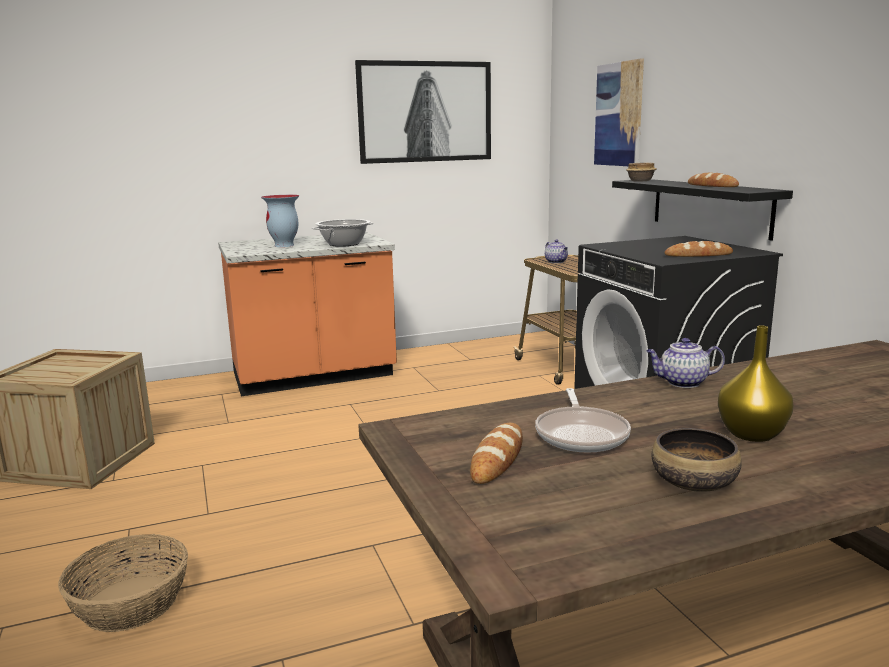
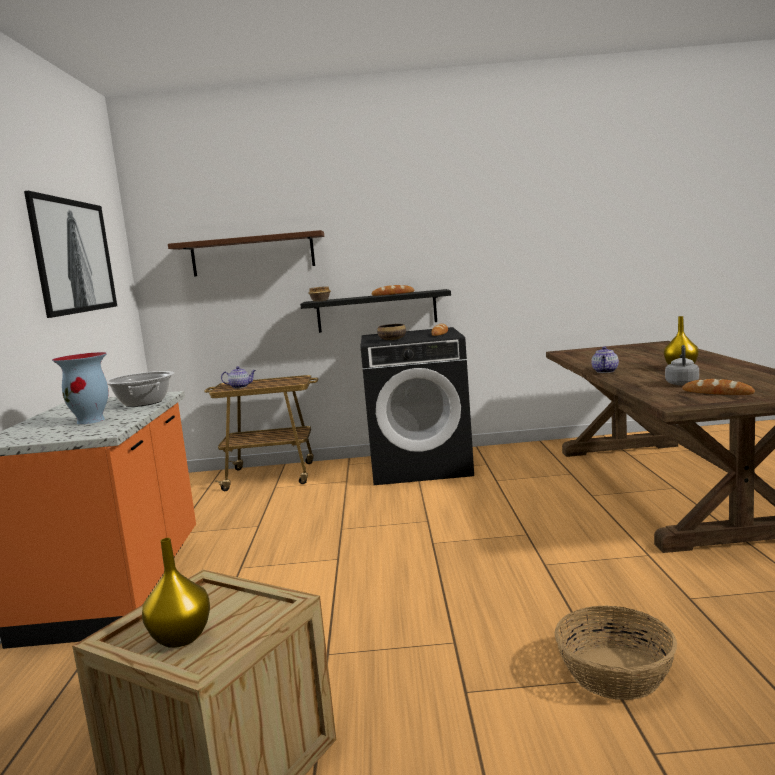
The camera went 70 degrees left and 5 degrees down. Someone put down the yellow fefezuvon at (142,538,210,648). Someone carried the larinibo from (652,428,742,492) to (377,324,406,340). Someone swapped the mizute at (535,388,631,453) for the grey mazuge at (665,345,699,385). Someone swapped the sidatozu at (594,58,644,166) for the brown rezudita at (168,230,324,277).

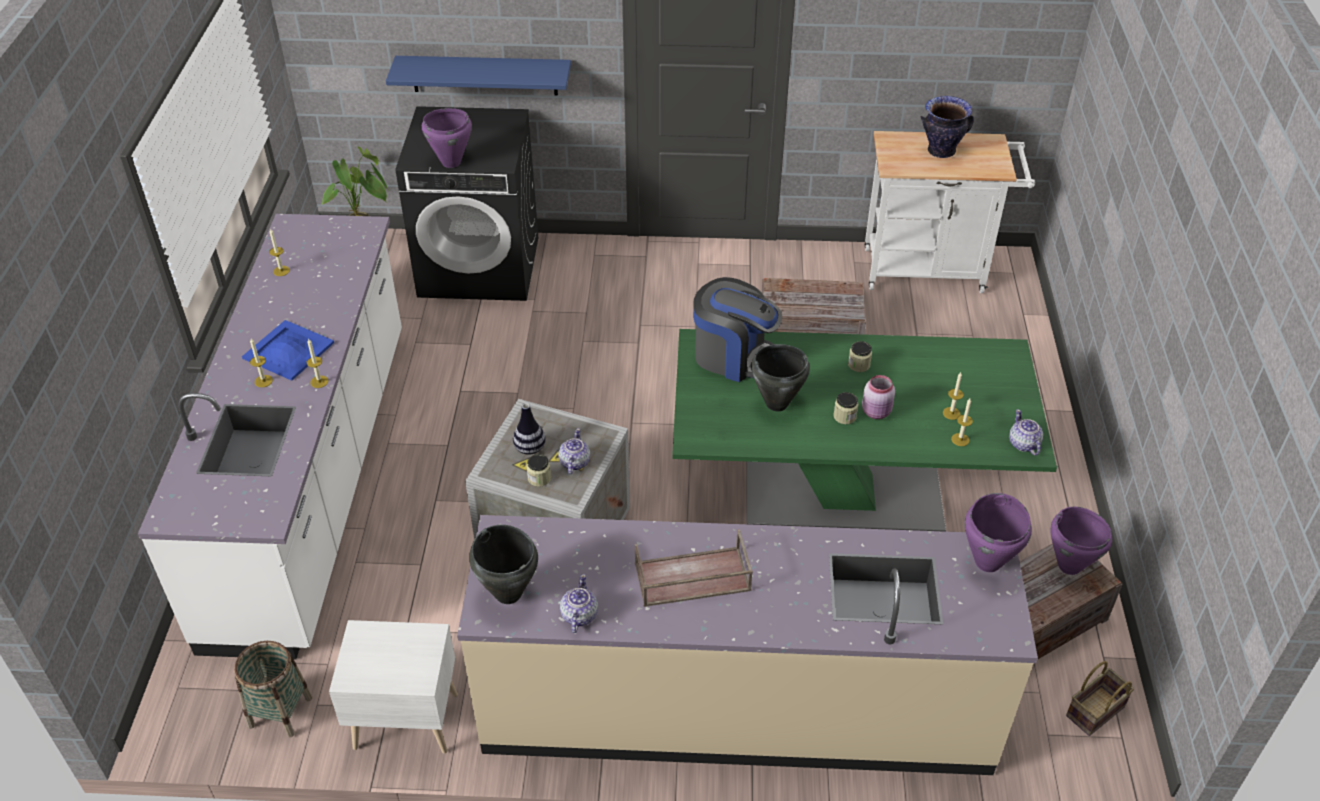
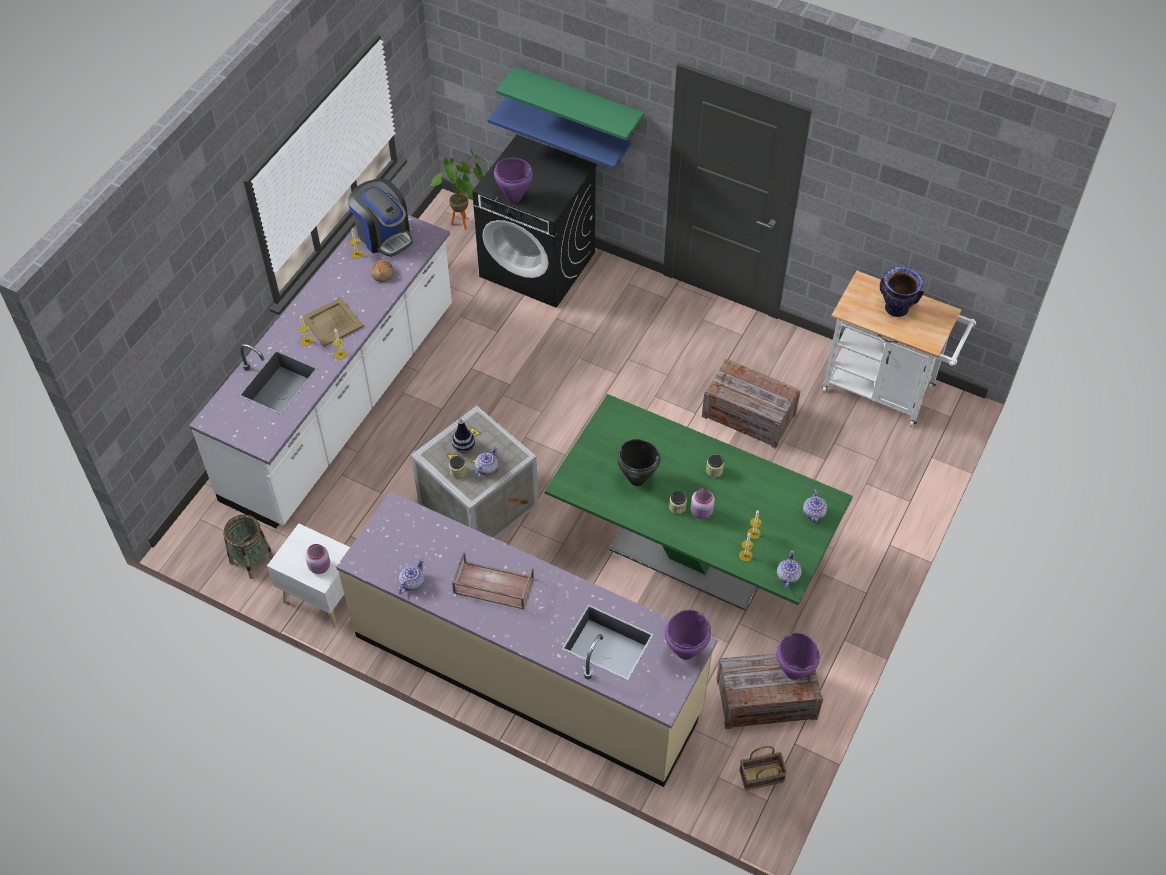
The camera went 25 degrees right and 10 degrees up. Someone took away the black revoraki at (469,525,538,604). Someone put down the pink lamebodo at (305,544,330,574). Someone put down the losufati at (371,260,394,282). Someone put up the green rezudita at (496,66,644,140). Someone put down the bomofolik at (803,489,827,523). Someone carried the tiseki from (693,277,782,382) to (348,179,413,257). Someone repainted the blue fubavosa at (242,320,334,381), which became the beige fubavosa at (303,297,364,347).

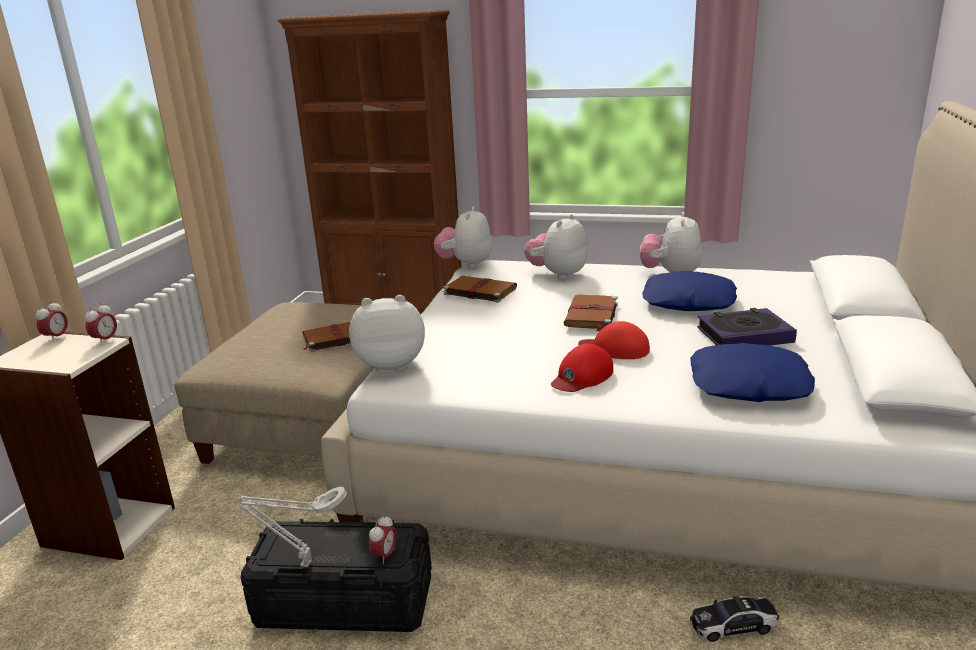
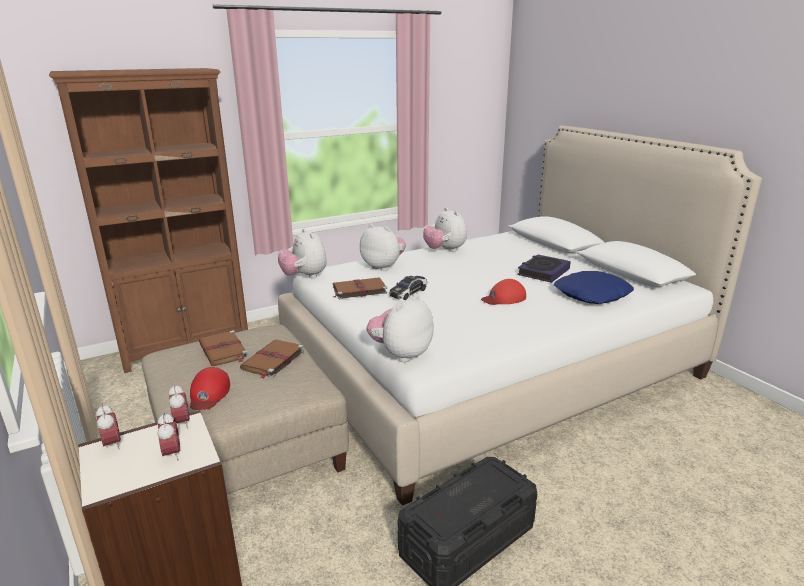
The camera went 45 degrees left and 0 degrees up. Someone took away the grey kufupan at (238,487,347,567). Someone took away the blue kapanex at (642,271,737,311). Someone carried the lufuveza from (369,515,397,564) to (157,412,180,460). Someone carried the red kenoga from (551,344,613,392) to (190,367,230,410). Someone carried the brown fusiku from (564,294,618,332) to (199,330,249,366). Someone carried the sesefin from (690,596,779,642) to (389,276,427,300). Someone rotated the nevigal at (524,214,588,280) by 135 degrees clockwise.

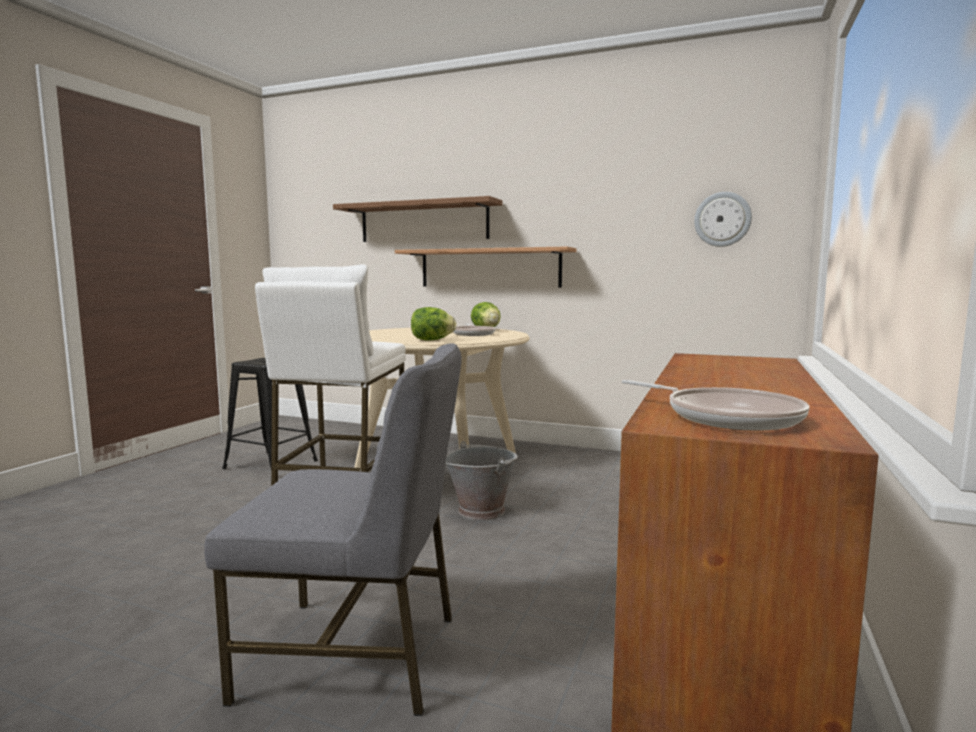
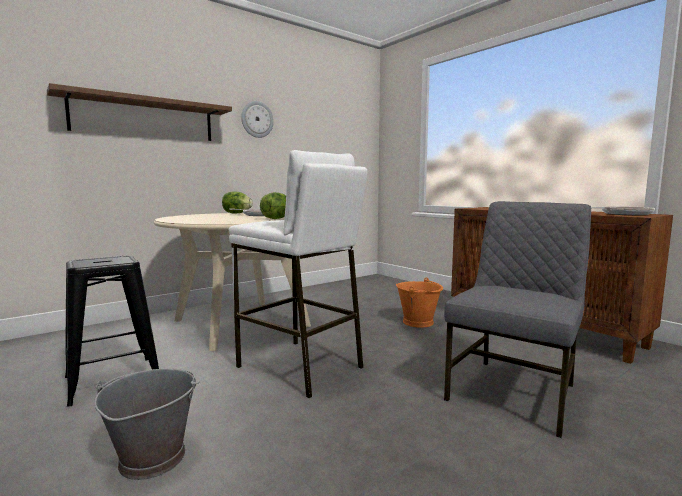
The camera went 60 degrees left and 0 degrees up. Someone took away the rezudita at (395,246,577,287). Someone put down the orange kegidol at (396,277,443,328). Someone carried the grey kegidol from (446,441,518,520) to (94,369,200,480). Someone carried the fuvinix from (694,192,752,247) to (241,101,274,138).

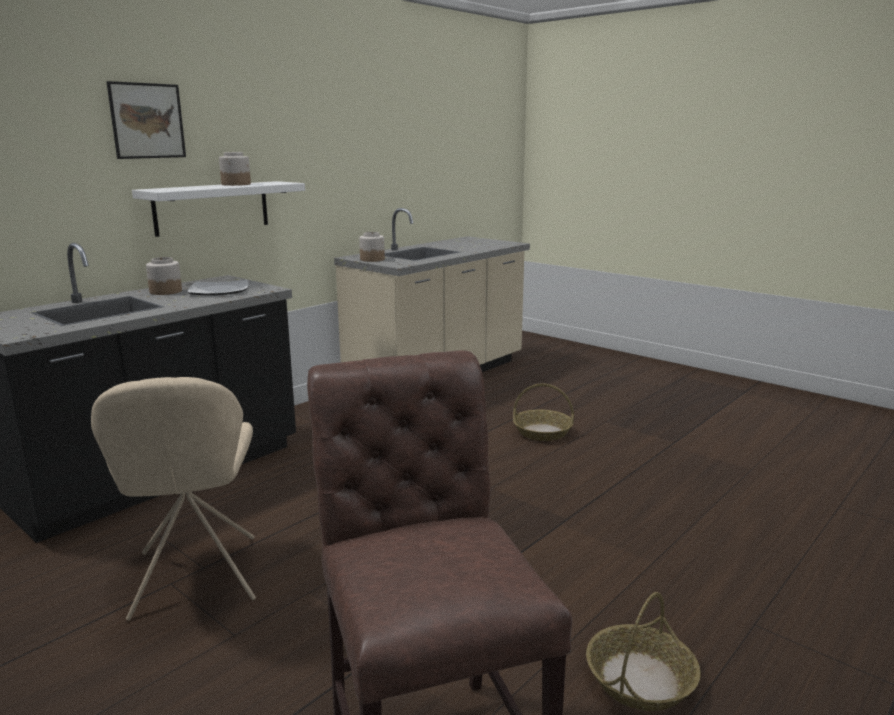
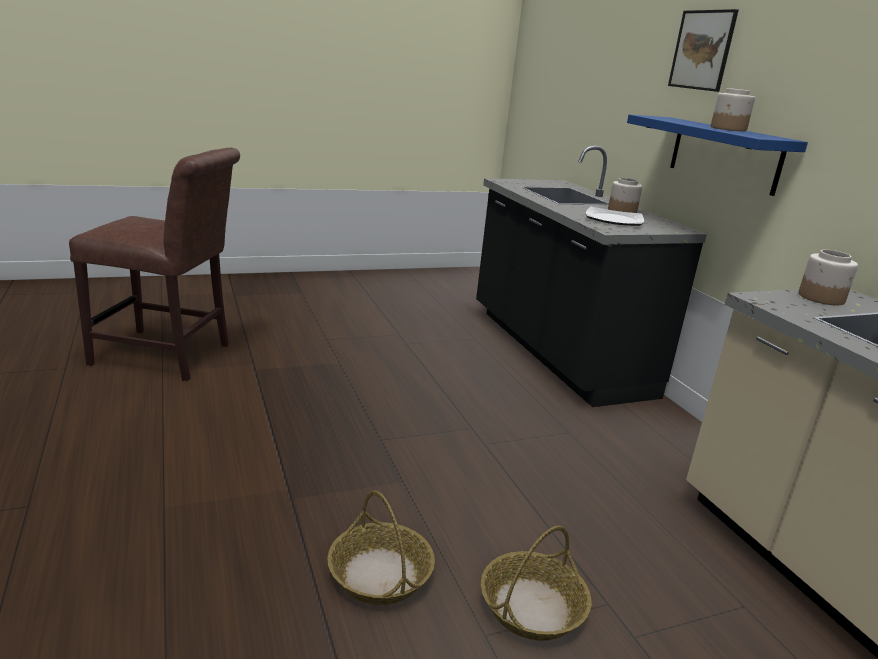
The camera went 115 degrees right and 5 degrees up. Someone took away the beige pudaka at (91,377,256,621). Someone carried the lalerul from (586,592,701,711) to (327,491,435,605). Someone repainted the white rezudita at (132,181,305,237), which became the blue rezudita at (627,114,808,196).

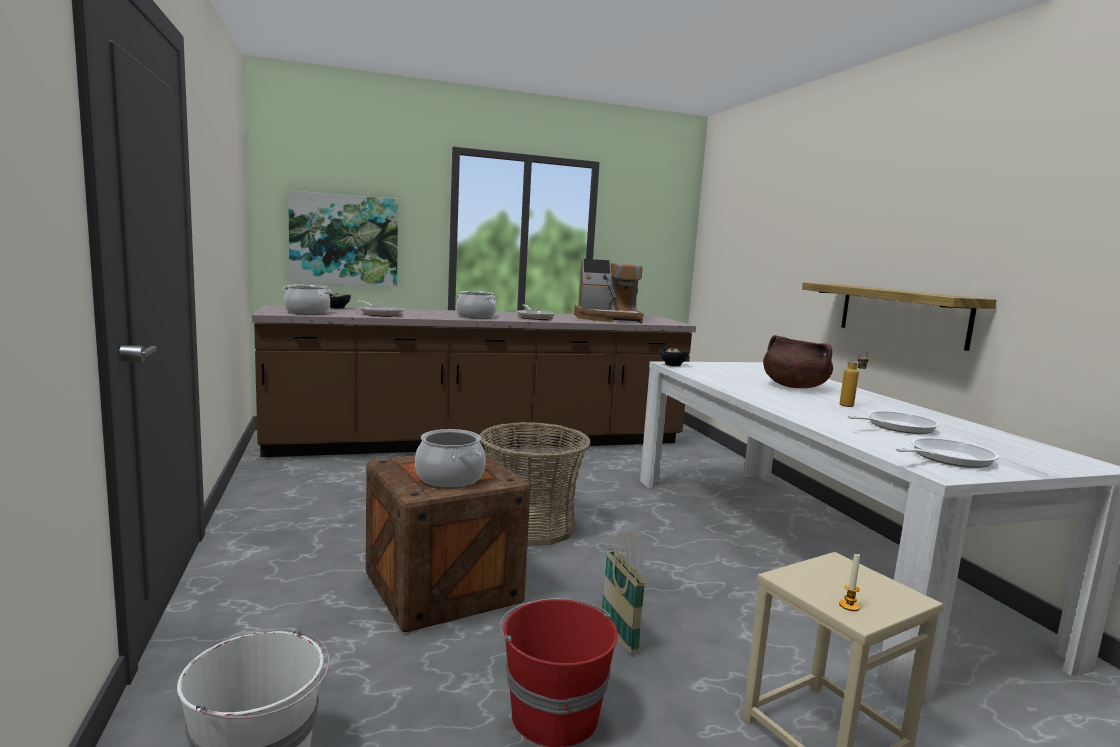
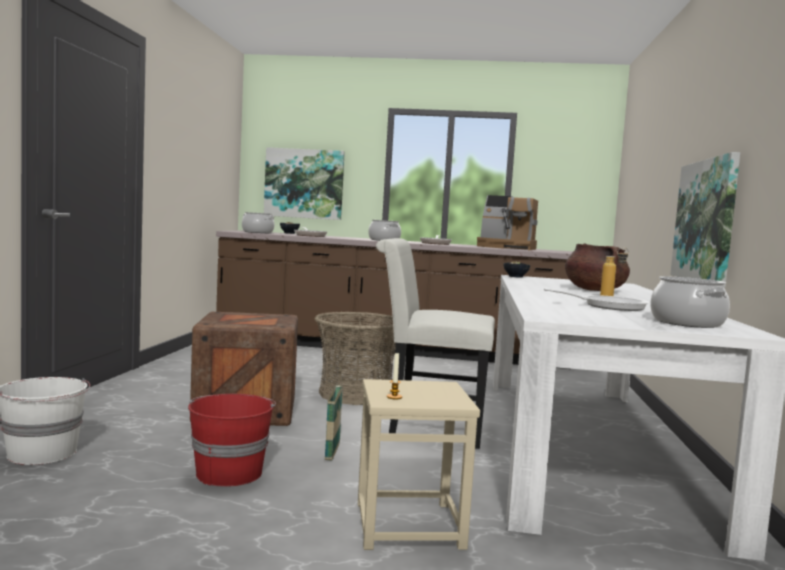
The camera went 25 degrees right and 5 degrees down. Someone took away the mizute at (896,437,999,468). Someone put down the white pudaka at (376,238,495,449). Someone carried the revoraki from (415,429,486,487) to (650,276,730,328). Someone swapped the rezudita at (802,282,996,351) for the sidatozu at (670,152,740,287).

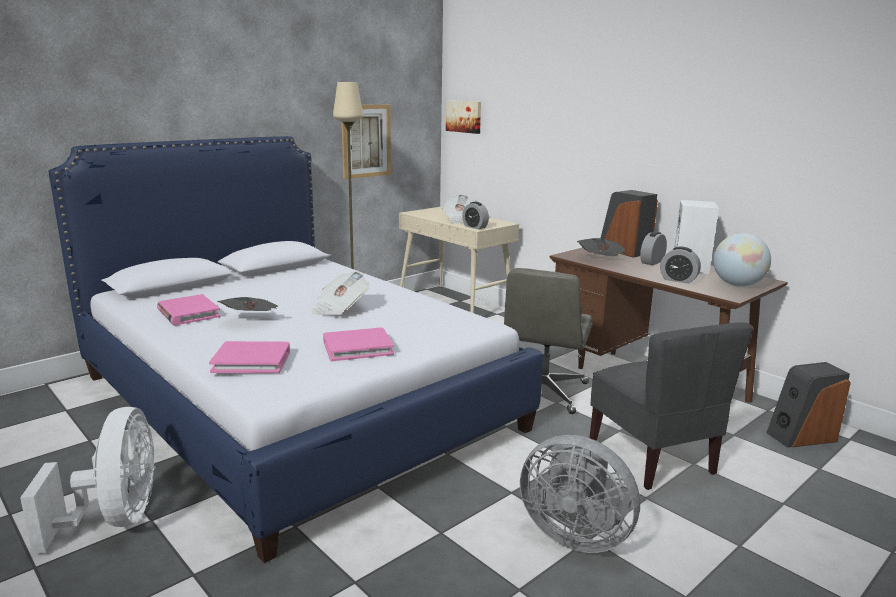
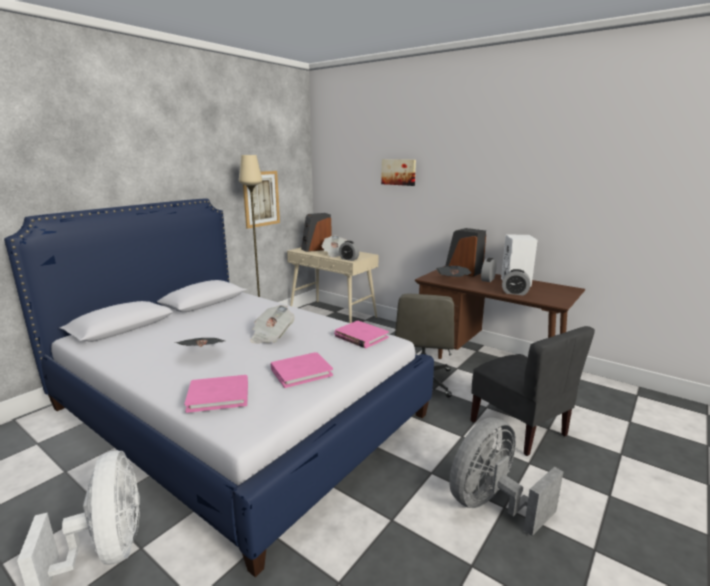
The camera went 10 degrees left and 0 degrees up. Someone took away the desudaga at (713,233,771,287). Someone carried the pink fusiku from (157,294,221,325) to (334,321,389,348). Someone carried the sidatozu from (446,100,481,134) to (381,159,416,186). Someone carried the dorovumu from (766,362,851,448) to (301,213,332,252). Someone rotated the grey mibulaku at (520,435,640,553) by 120 degrees clockwise.

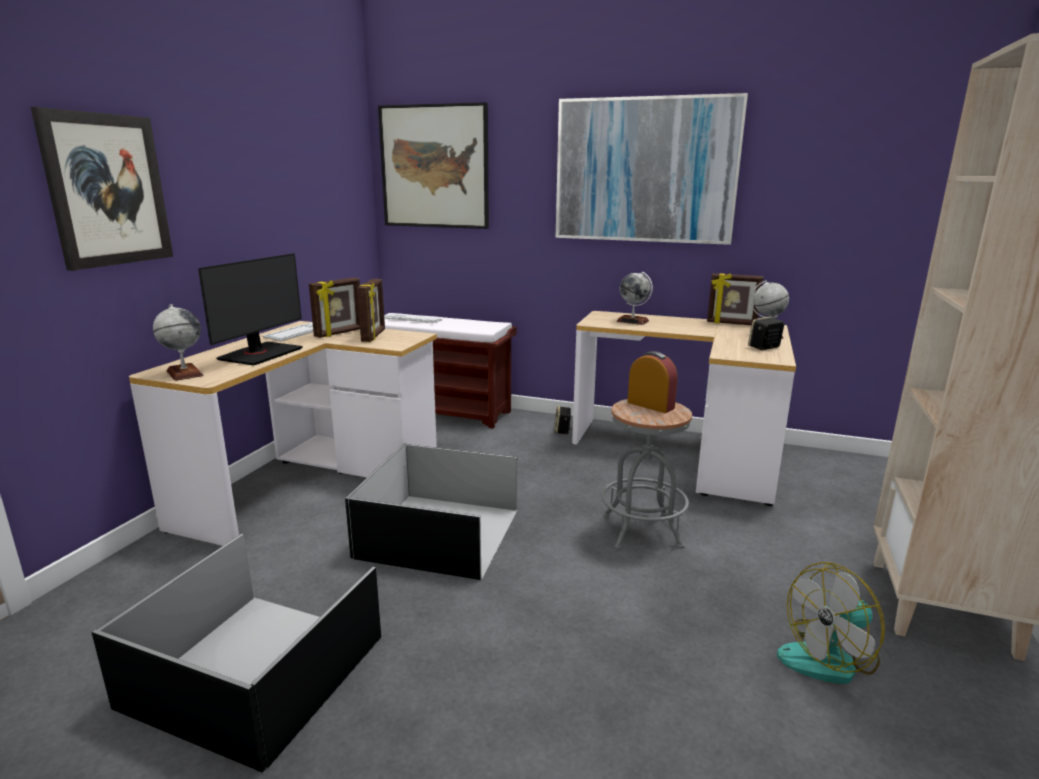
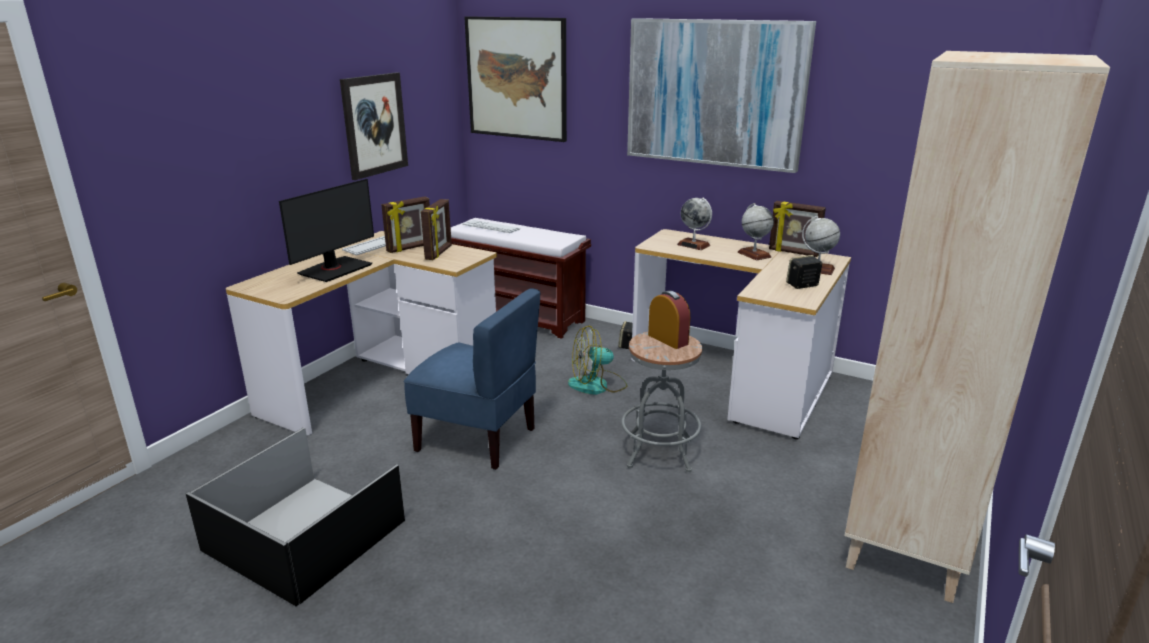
The camera went 10 degrees right and 5 degrees up. Someone carried the sidatozu from (31,107,173,271) to (340,72,408,180). Someone carried the desudaga from (153,304,204,381) to (737,203,774,261). Someone carried the mibulaku from (777,562,885,684) to (568,326,627,395). Someone swapped the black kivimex at (345,443,517,580) for the blue pudaka at (403,288,540,470).

